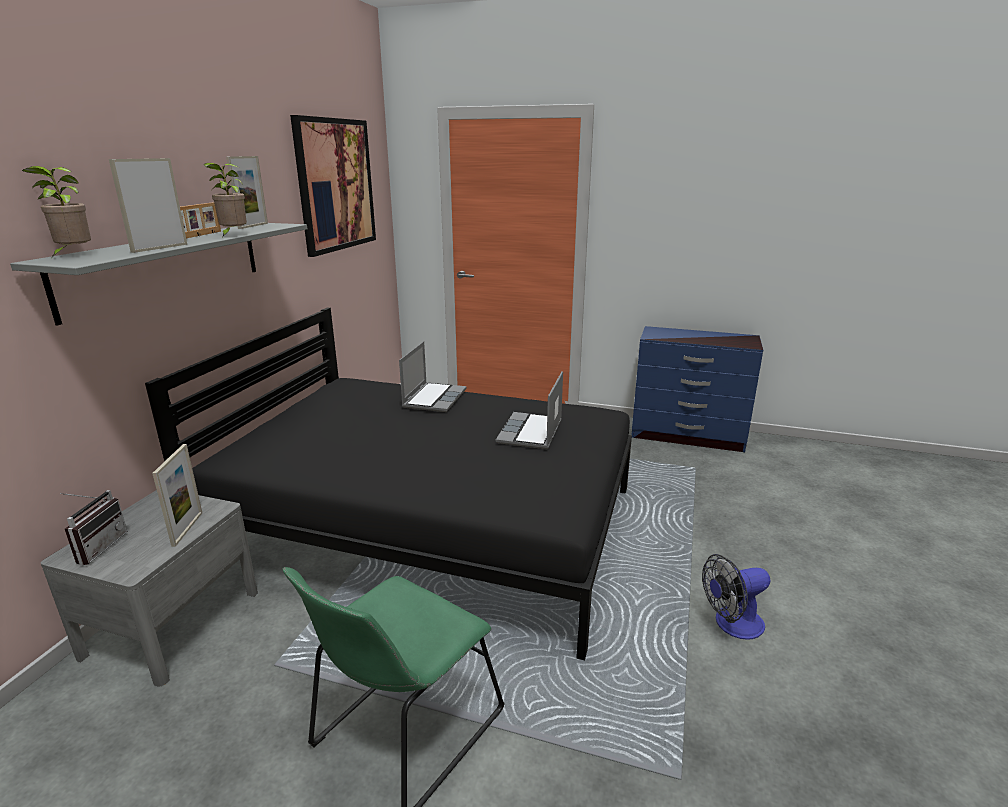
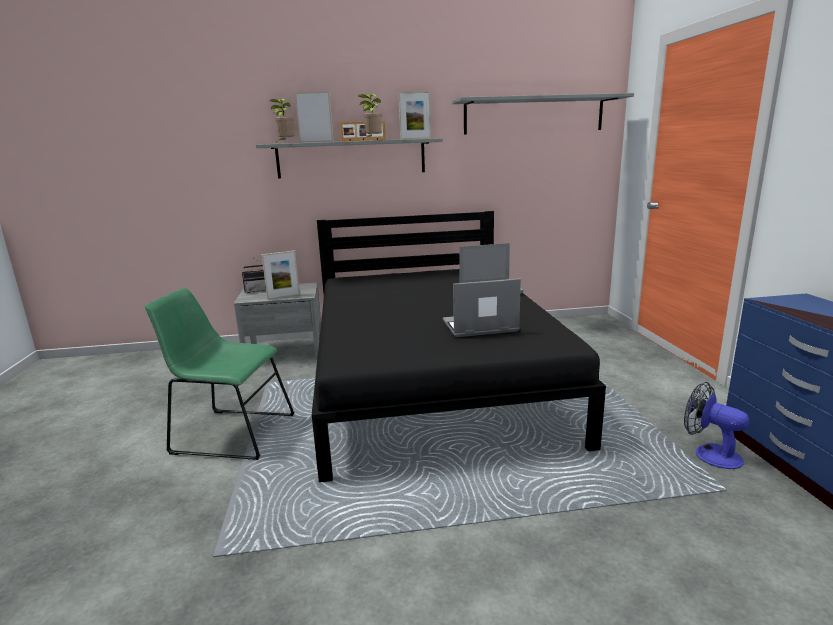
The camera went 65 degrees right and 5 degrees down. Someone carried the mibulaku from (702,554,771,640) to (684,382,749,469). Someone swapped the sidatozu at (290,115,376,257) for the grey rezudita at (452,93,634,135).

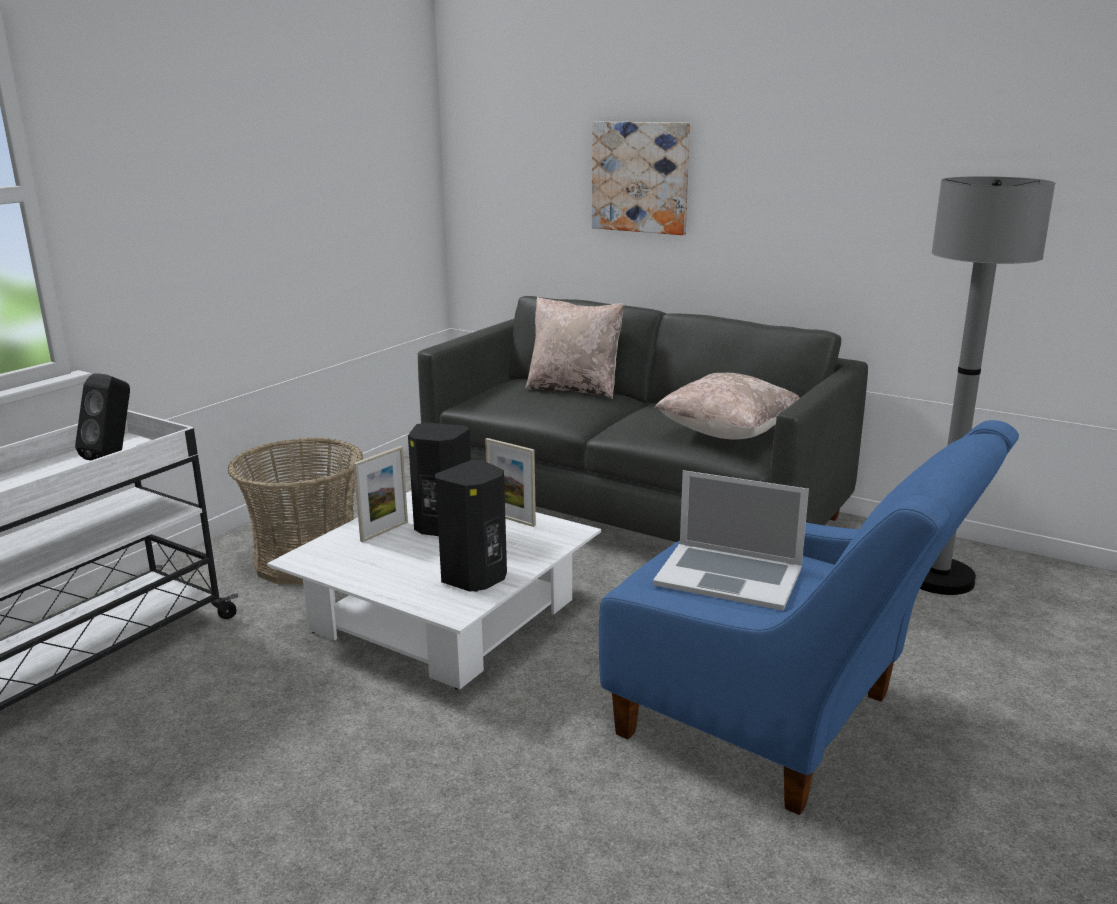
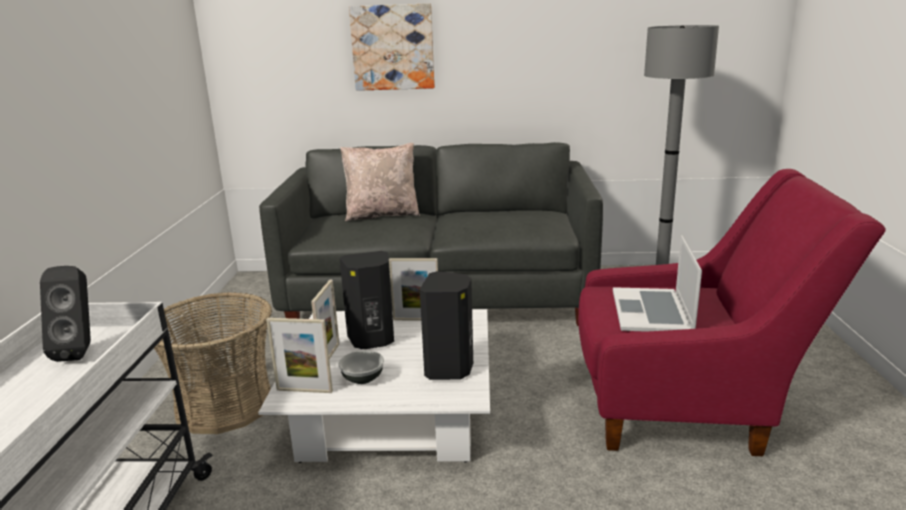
The camera went 30 degrees left and 0 degrees up. Someone took away the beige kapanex at (655,373,800,440). Someone put down the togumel at (266,318,333,393). Someone put down the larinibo at (338,350,384,384). Someone repainted the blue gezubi at (599,420,1019,815), which became the red gezubi at (578,169,886,456). Someone rotated the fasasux at (653,470,809,610) by 105 degrees clockwise.

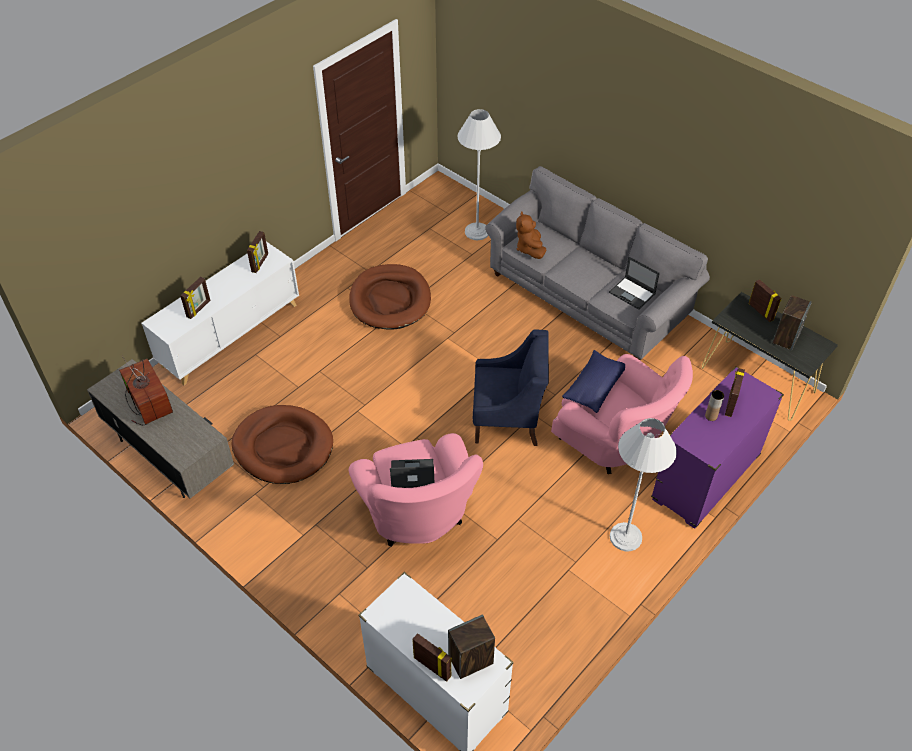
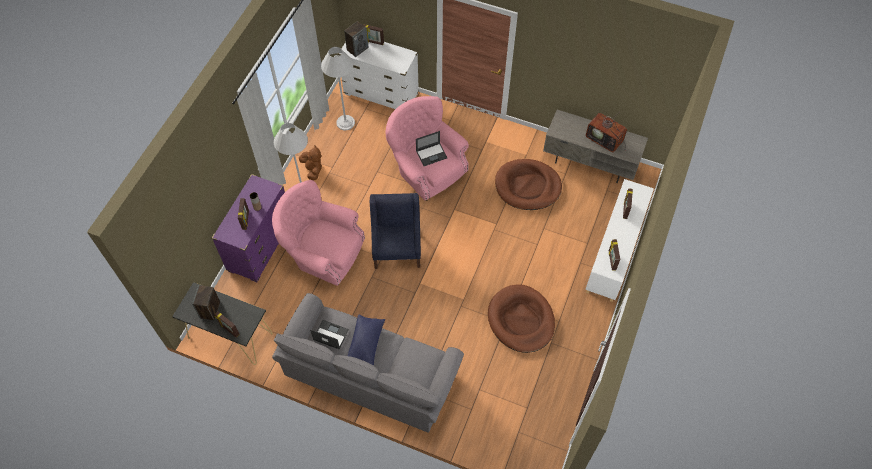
The camera went 160 degrees right and 10 degrees up. Someone carried the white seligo from (457,109,501,240) to (321,47,355,130). Someone carried the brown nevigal from (516,212,546,259) to (299,145,322,181). Someone carried the blue kapanex from (562,350,625,413) to (348,315,385,366). Someone rotated the blue gezubi at (473,330,549,446) by 105 degrees clockwise.

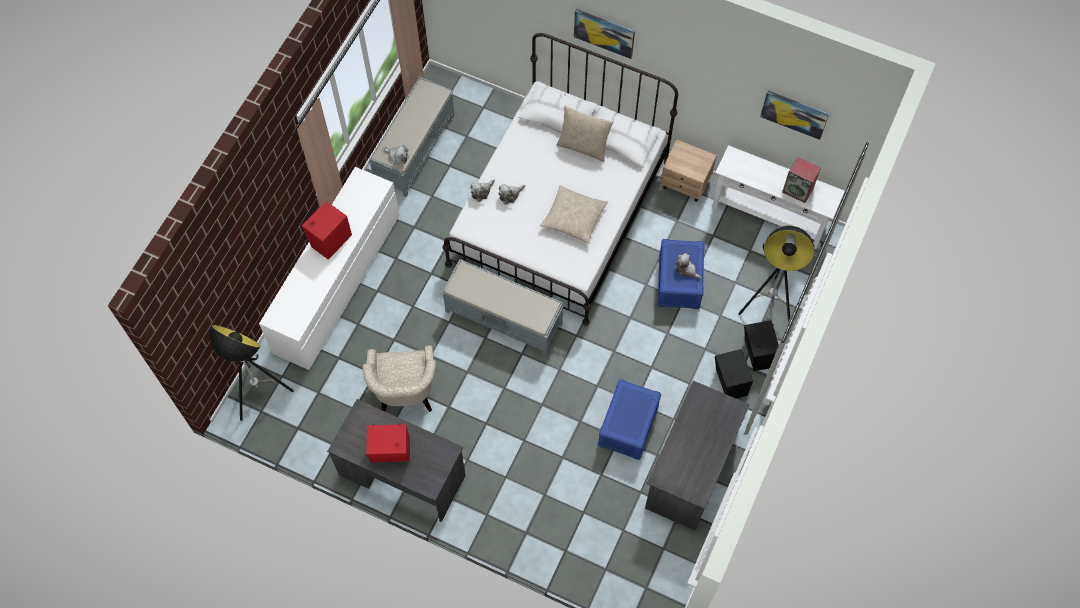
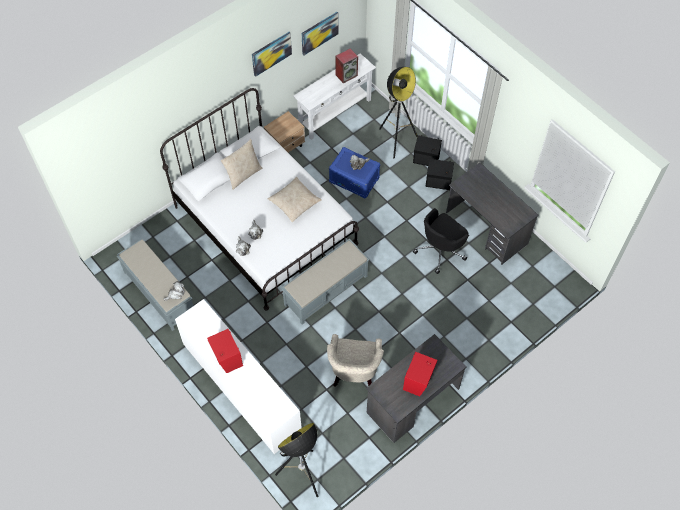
The camera went 65 degrees left and 5 degrees down. Someone carried the sidatozu from (574,9,635,59) to (252,32,292,77). Someone swapped the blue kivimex at (598,379,661,460) for the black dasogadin at (413,208,469,274). Someone rotated the beige gezubi at (362,345,436,412) by 75 degrees clockwise.

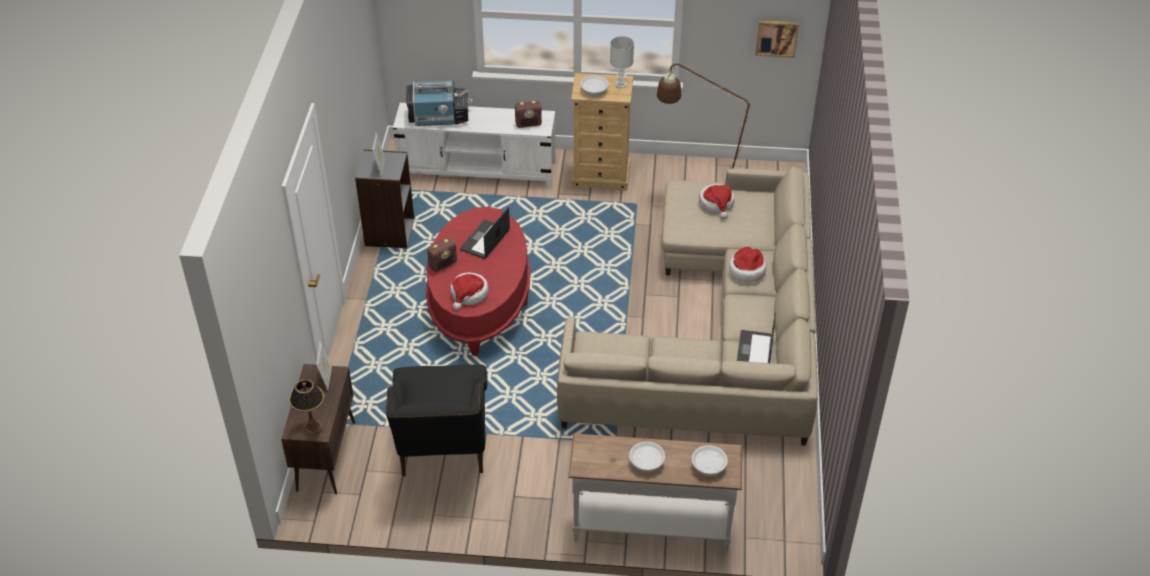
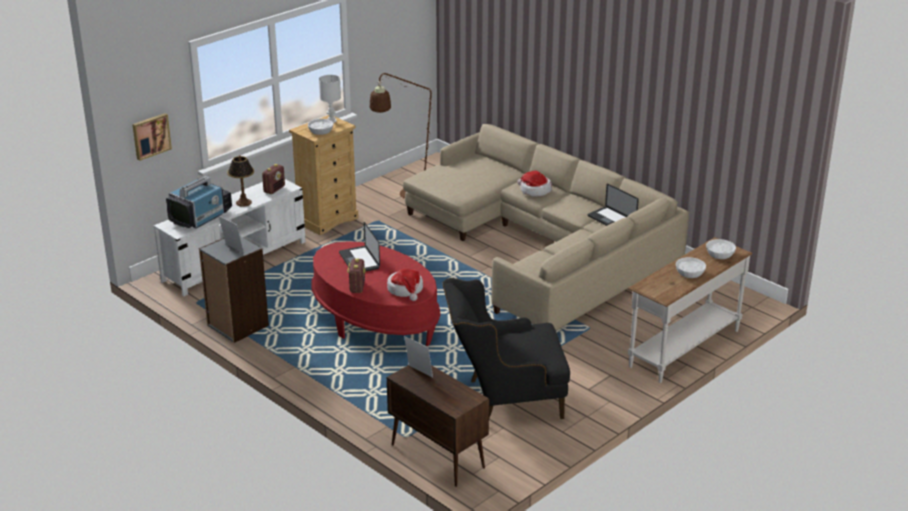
The camera went 50 degrees left and 15 degrees down. Someone took away the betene at (699,184,734,219). Someone carried the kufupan from (289,379,324,436) to (227,155,254,207). Someone carried the sidatozu from (756,20,799,58) to (132,113,172,161). Someone rotated the black gezubi at (386,364,487,476) by 135 degrees clockwise.

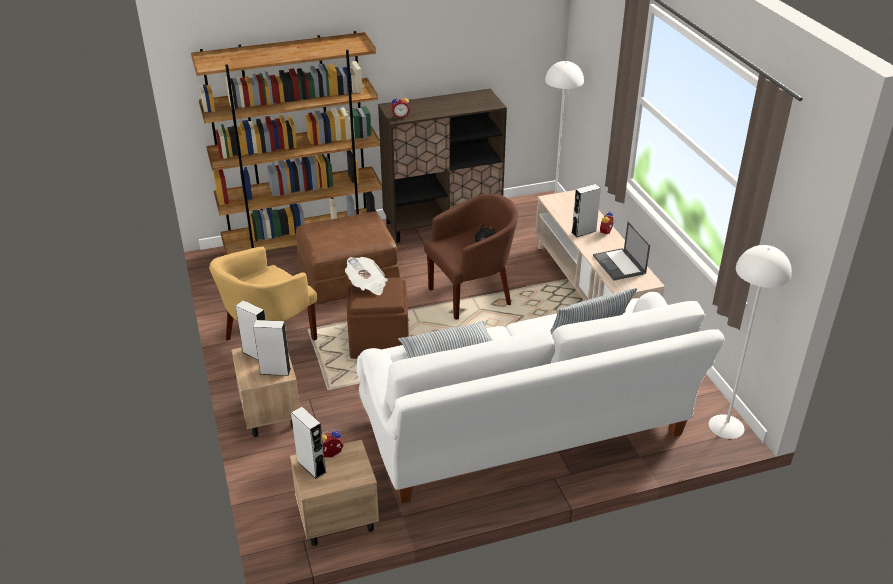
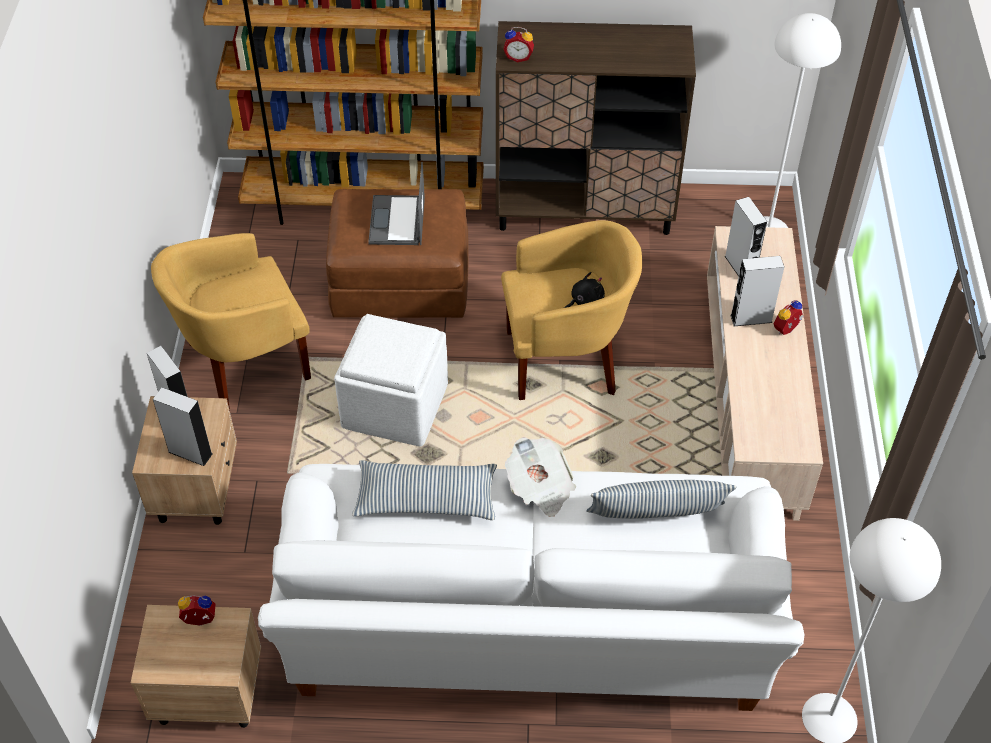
The camera went 20 degrees right and 15 degrees up. Someone carried the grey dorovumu from (291,407,326,479) to (725,197,767,276). Someone carried the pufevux from (345,257,388,295) to (505,437,576,517). Someone carried the fasasux from (593,222,650,281) to (368,162,425,245). Someone repainted the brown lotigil at (347,277,409,359), which became the white lotigil at (334,314,448,446). Someone repainted the brown gezubi at (424,194,518,320), which became the yellow gezubi at (501,220,642,400).

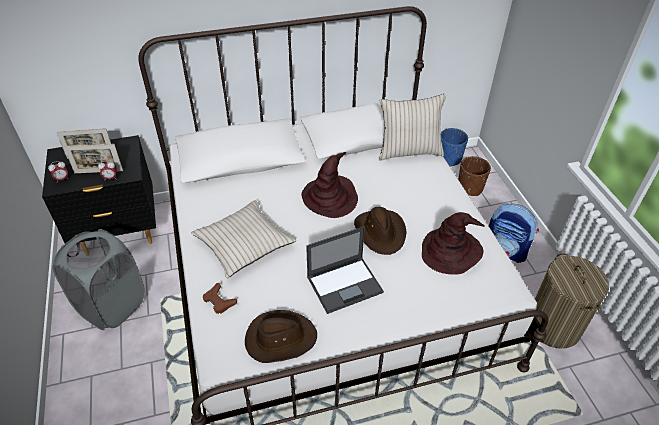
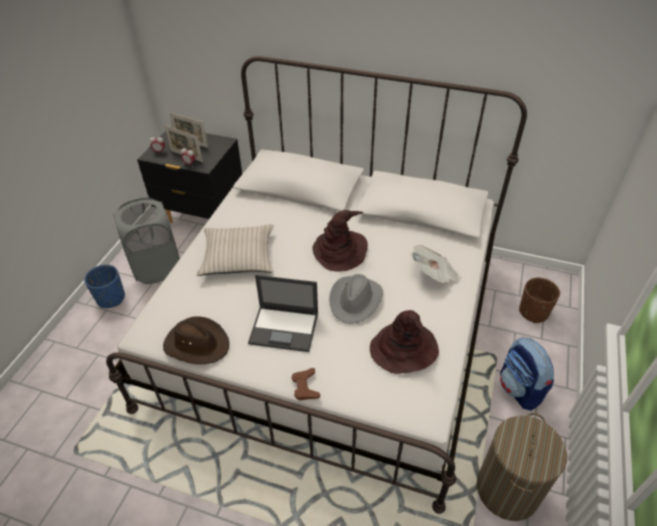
The camera went 35 degrees right and 0 degrees up. Someone took away the beige kapanex at (379,94,446,161). Someone put down the pufevux at (410,245,461,283). Someone carried the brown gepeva from (203,283,237,314) to (292,368,320,401). Someone carried the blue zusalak from (440,128,468,167) to (84,265,125,308). Someone repainted the brown betene at (354,207,407,255), which became the grey betene at (329,274,383,324).

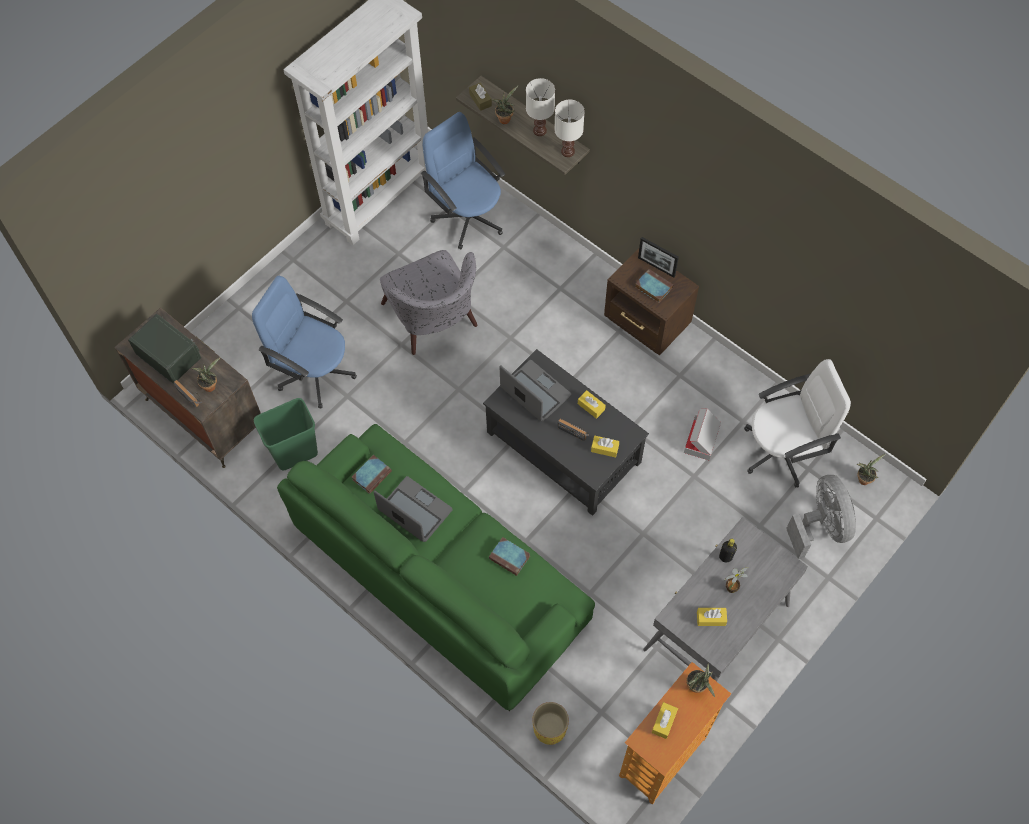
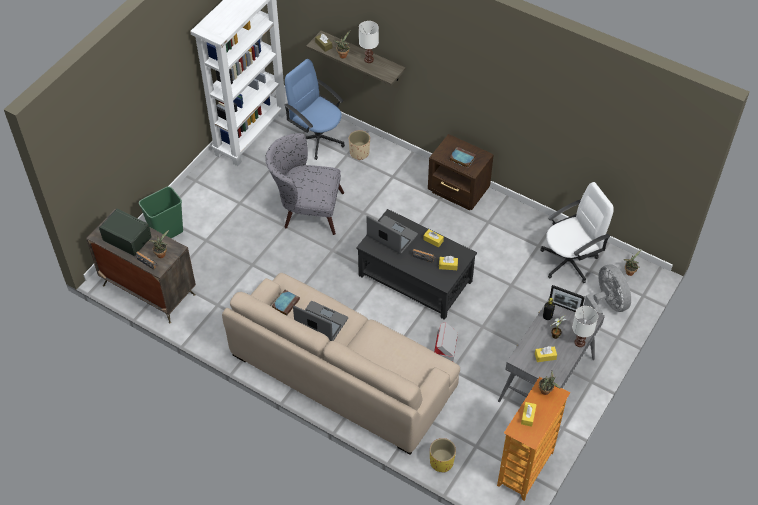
The camera went 10 degrees left and 10 degrees down. Someone took away the blue dasogadin at (252,276,357,409). Someone took away the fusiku at (489,537,530,576). Someone put down the beige zusalak at (349,130,370,160). Someone carried the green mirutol from (254,398,318,470) to (139,186,183,238). Someone carried the white kufupan from (554,100,585,157) to (572,306,598,347). Someone carried the togumel from (638,237,679,278) to (550,285,585,312). Someone carried the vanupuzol from (684,409,721,460) to (434,322,458,361). Someone repainted the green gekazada at (277,424,595,711), which became the beige gekazada at (222,273,460,455). Someone rotated the grey gezubi at (380,250,478,355) by 135 degrees clockwise.

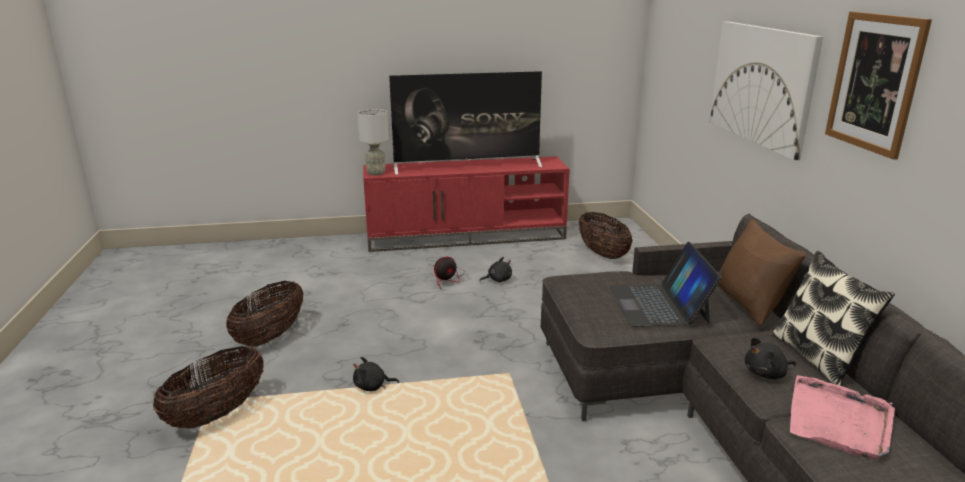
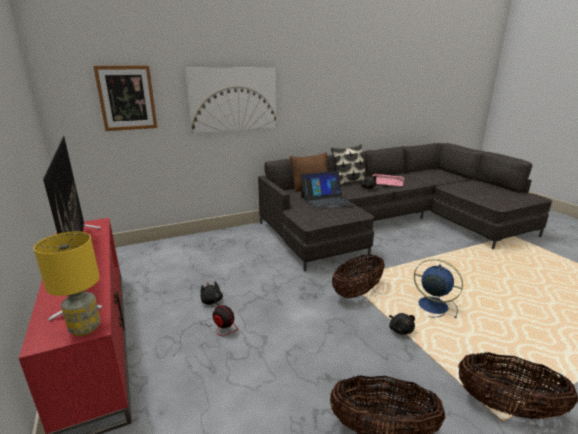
The camera went 105 degrees left and 0 degrees up. Someone put down the blue mibulaku at (414,259,463,318). Someone carried the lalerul from (579,212,633,259) to (332,254,385,299). Someone carried the sidatozu from (825,11,932,160) to (93,66,157,131). Someone repainted the grey kufupan at (357,109,389,175), which became the yellow kufupan at (34,232,101,336).

